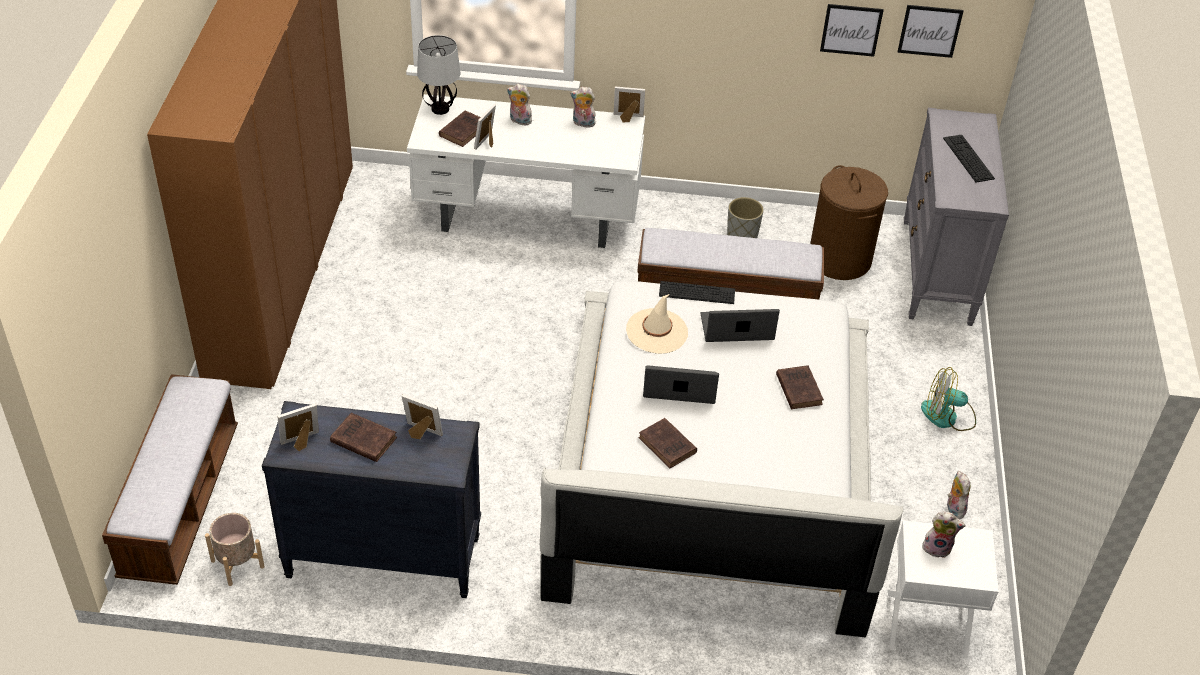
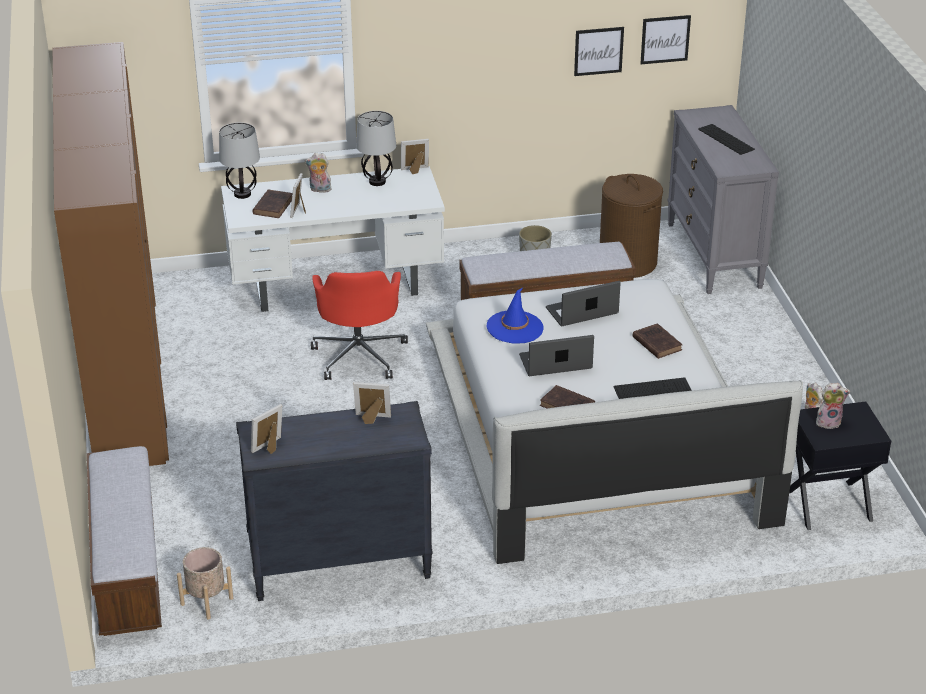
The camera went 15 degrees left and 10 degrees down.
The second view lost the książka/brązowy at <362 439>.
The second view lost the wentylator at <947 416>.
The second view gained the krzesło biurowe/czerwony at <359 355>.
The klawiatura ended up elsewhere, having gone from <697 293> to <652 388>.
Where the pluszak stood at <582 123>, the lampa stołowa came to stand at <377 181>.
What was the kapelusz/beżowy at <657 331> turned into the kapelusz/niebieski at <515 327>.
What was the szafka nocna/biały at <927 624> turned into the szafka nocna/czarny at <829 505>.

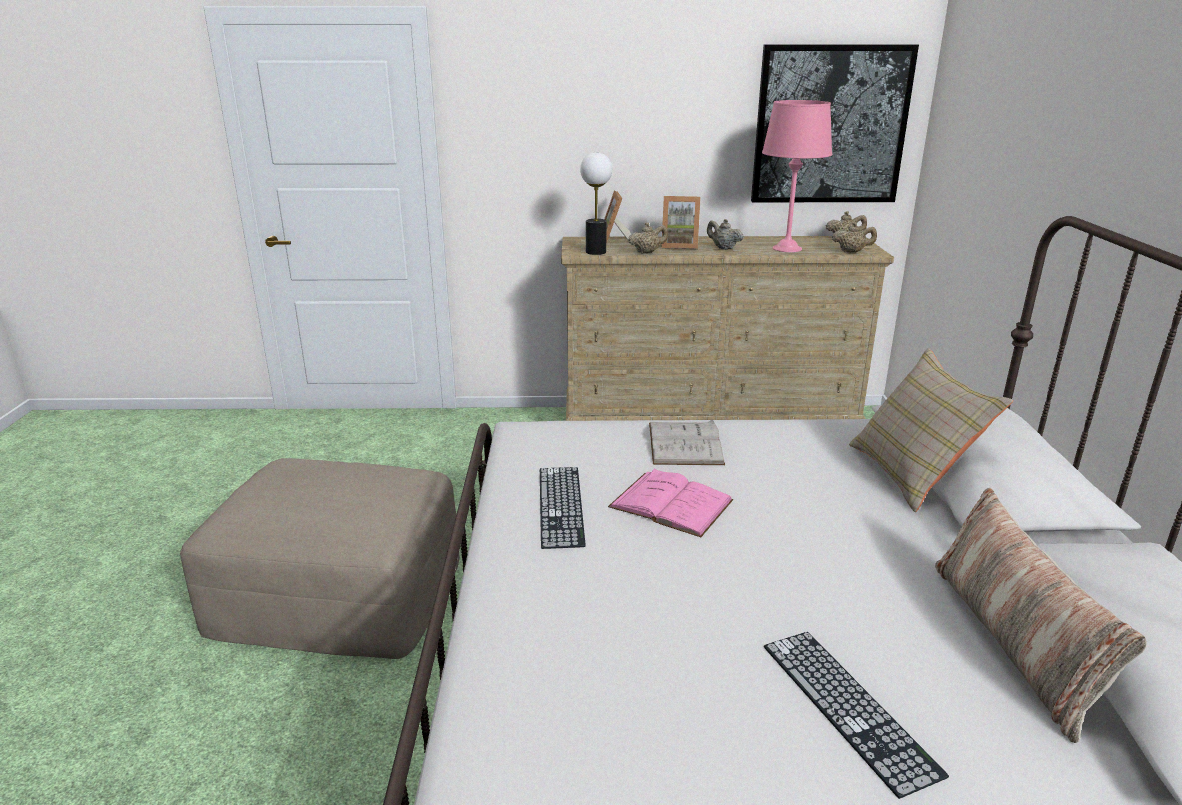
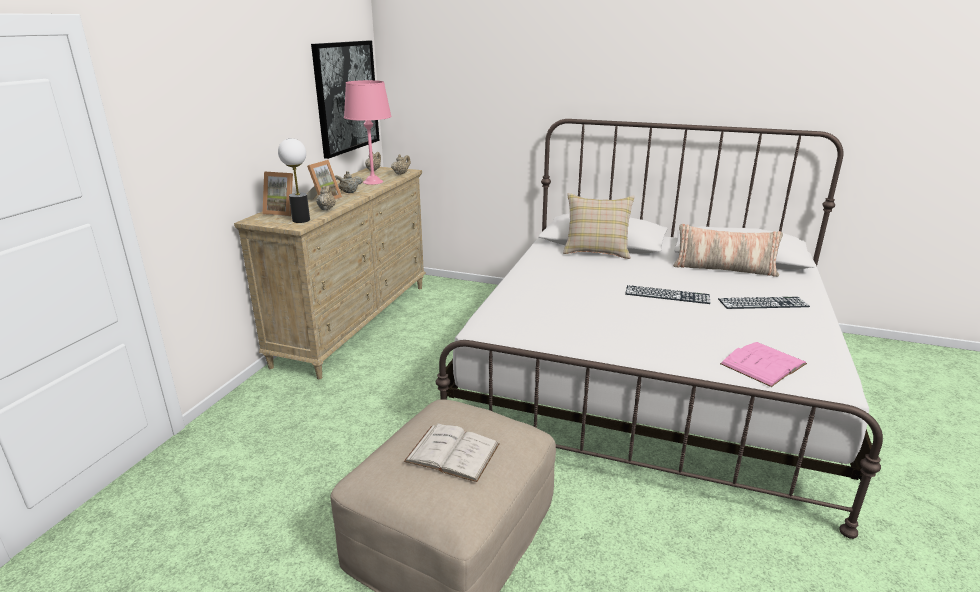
The camera went 70 degrees left and 0 degrees up.
The klawiatura ended up elsewhere, having gone from <560 505> to <667 295>.
The książka/różowy ended up elsewhere, having gone from <671 503> to <763 364>.
The książka/biały ended up elsewhere, having gone from <685 443> to <452 452>.

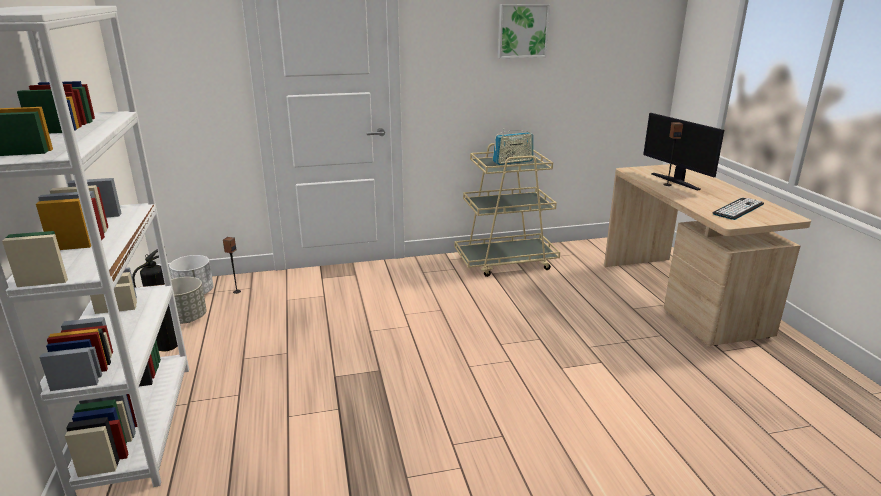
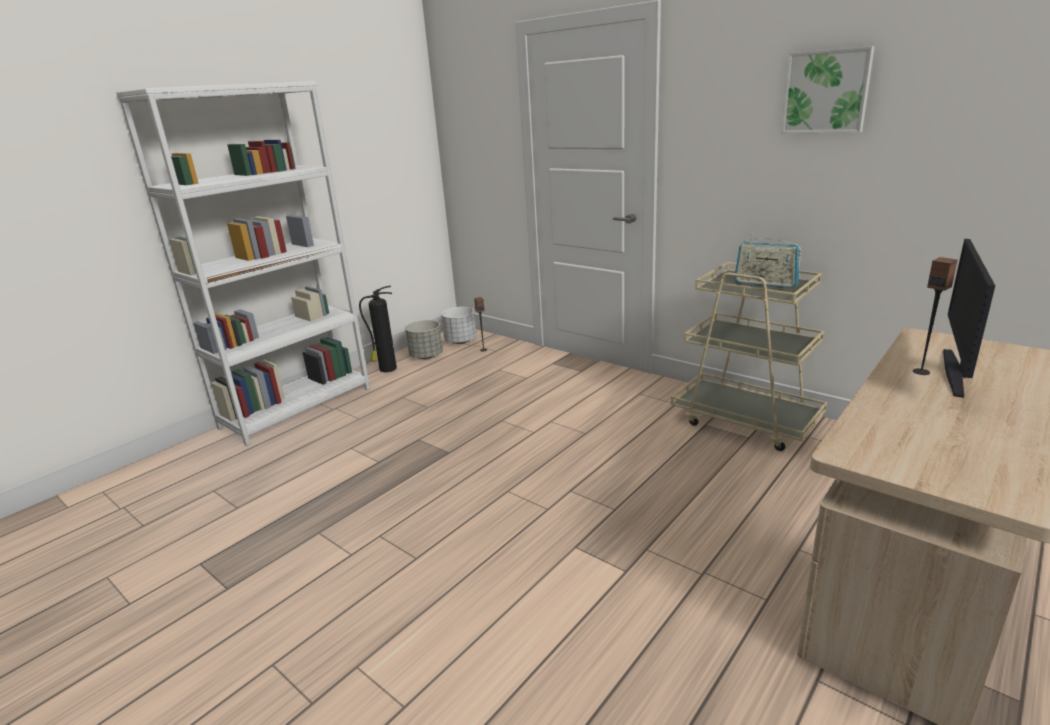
The camera went 55 degrees right and 0 degrees up.
The second view lost the klawiatura at <738 209>.

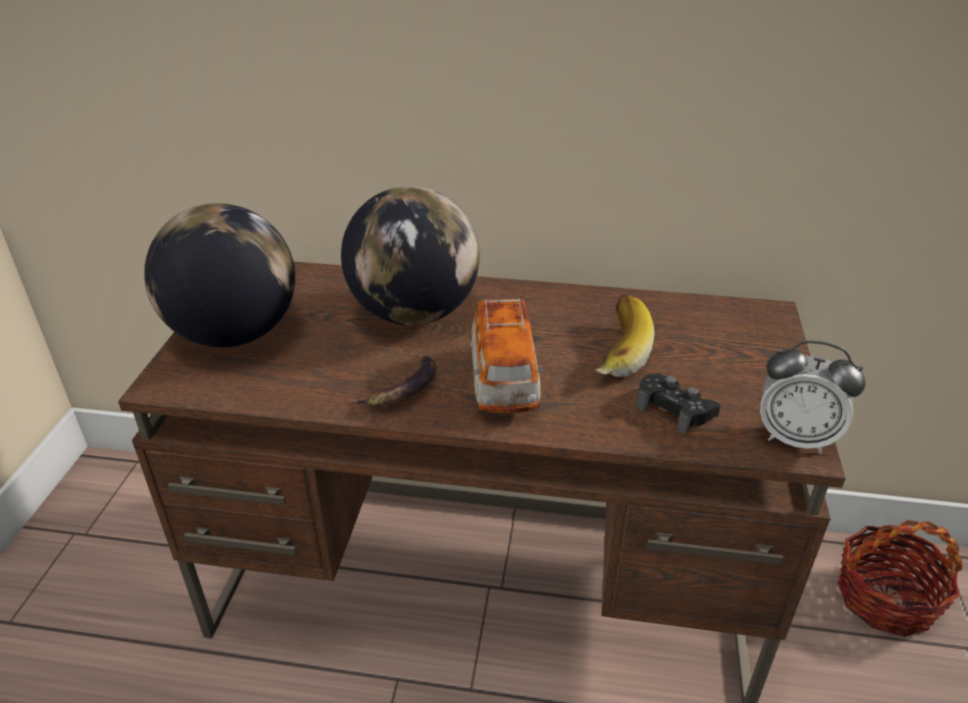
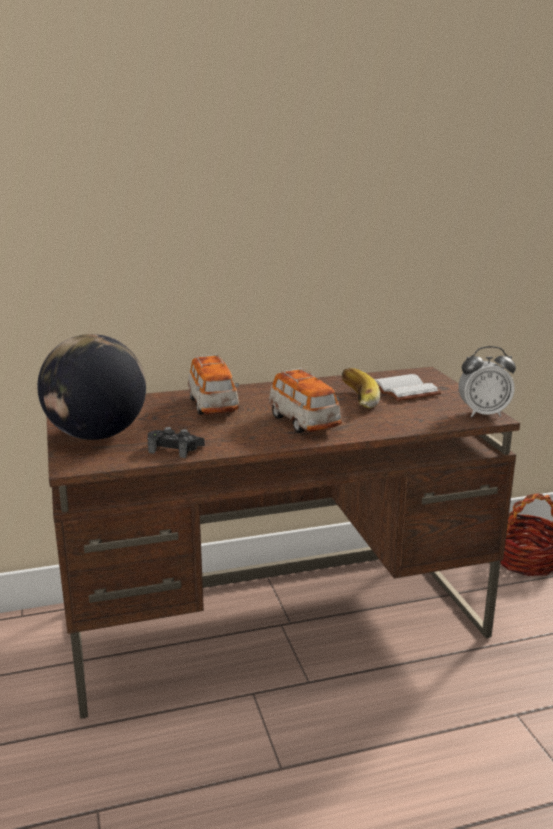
The camera went 25 degrees left and 15 degrees down.
The second view lost the banan at <403 390>.
The second view gained the książka/biały at <402 390>.
The pad do gier/czarny ended up elsewhere, having gone from <674 409> to <175 449>.
Where the globus stood at <414 313>, the samochodzik came to stand at <213 406>.

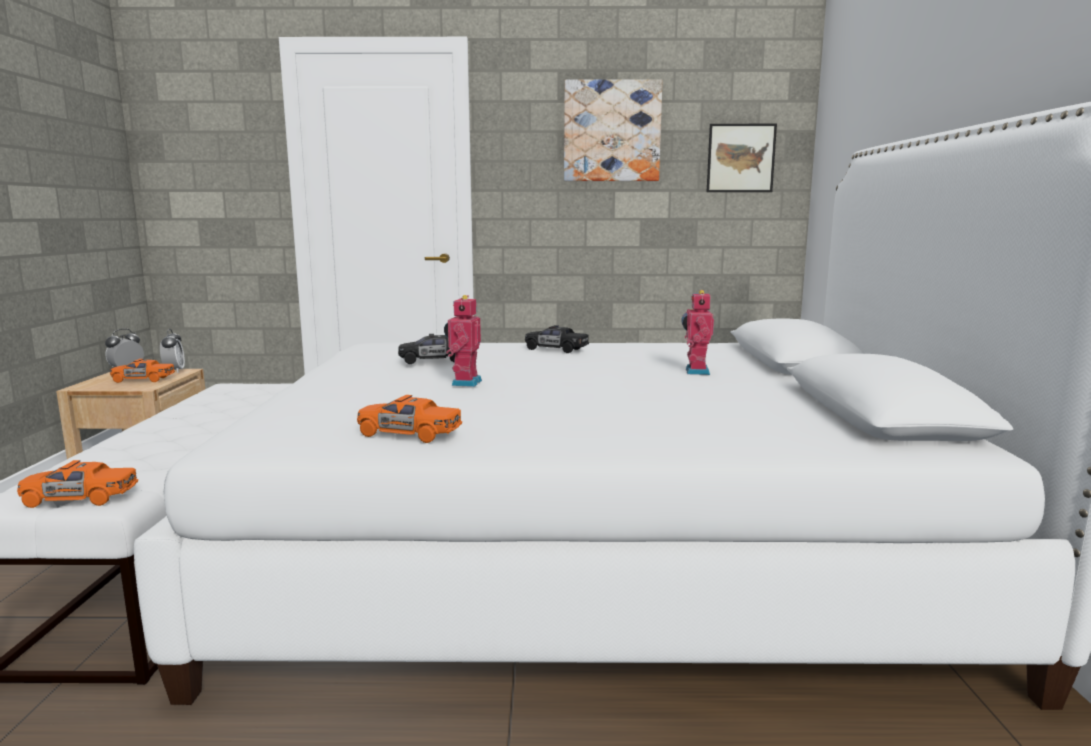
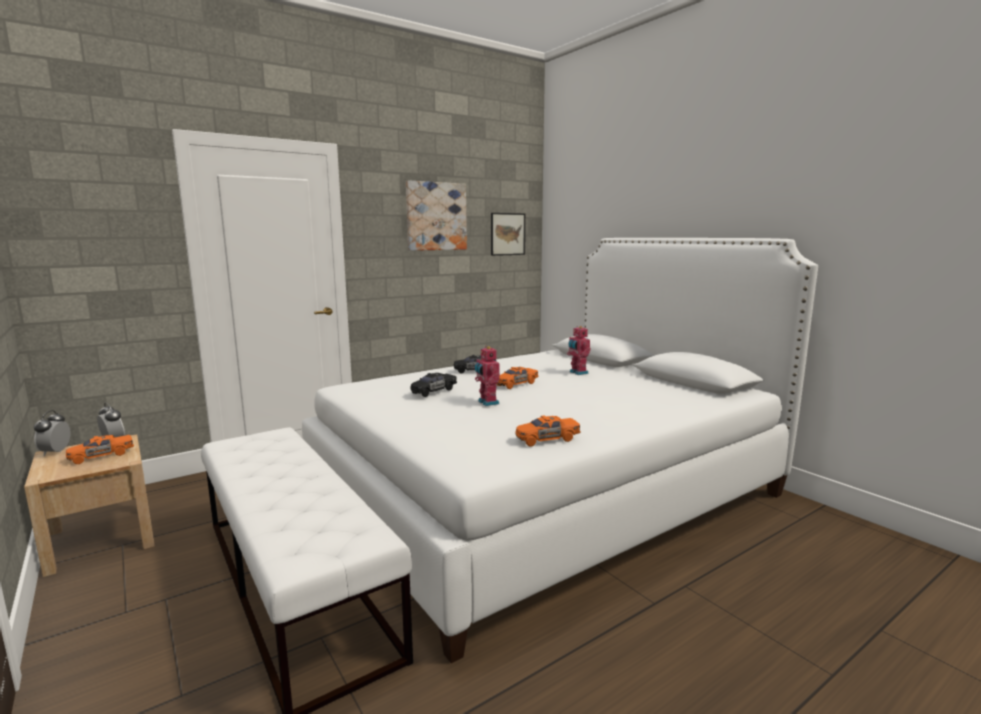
The camera went 35 degrees left and 0 degrees up.
The samochodzik/pomarańczowy ended up elsewhere, having gone from <79 499> to <516 384>.

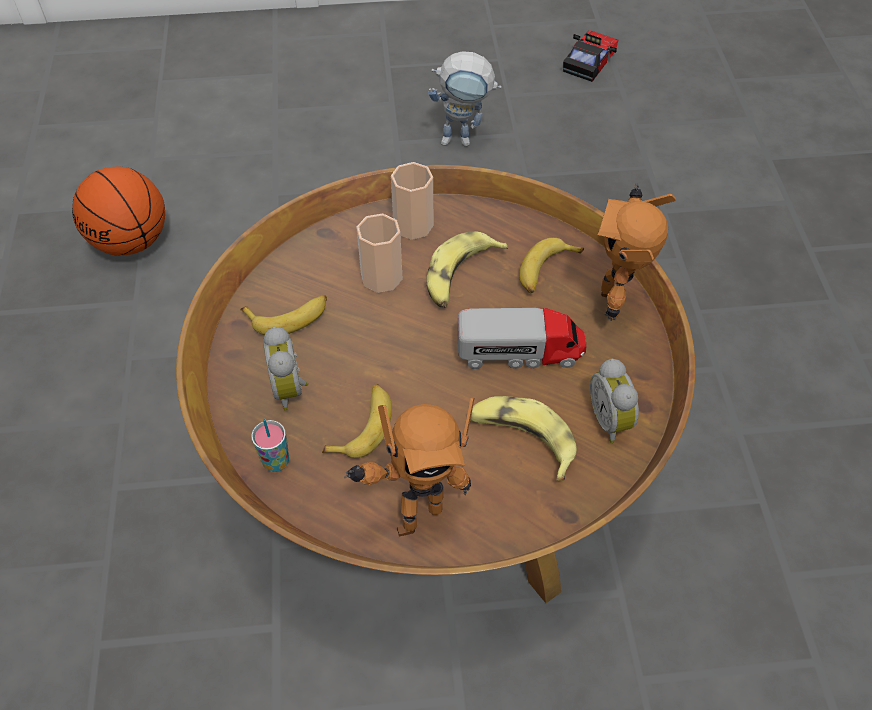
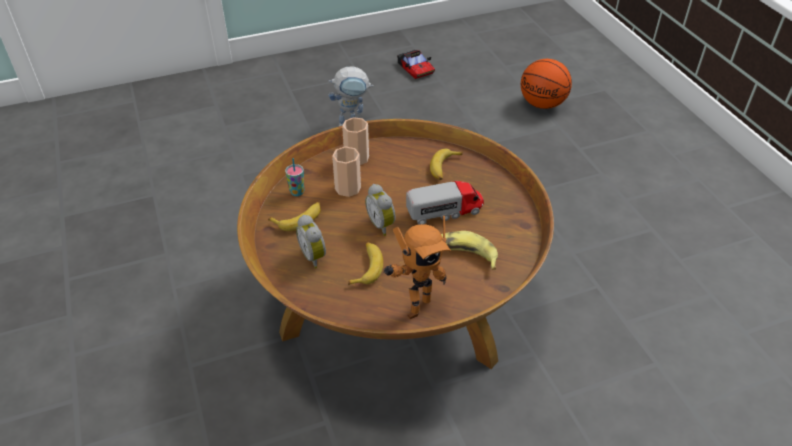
The camera went 15 degrees left and 10 degrees down.
The second view lost the banan at <460 276>.
The second view lost the robot zabawkowy at <615 302>.
The piłka do koszykówki ended up elsewhere, having gone from <132 241> to <543 104>.
The filiżanka ended up elsewhere, having gone from <276 462> to <297 192>.
The budzik ended up elsewhere, having gone from <611 420> to <382 224>.
The samochodzik at <589 61> ended up facing another way, 135 degrees clockwise from before.

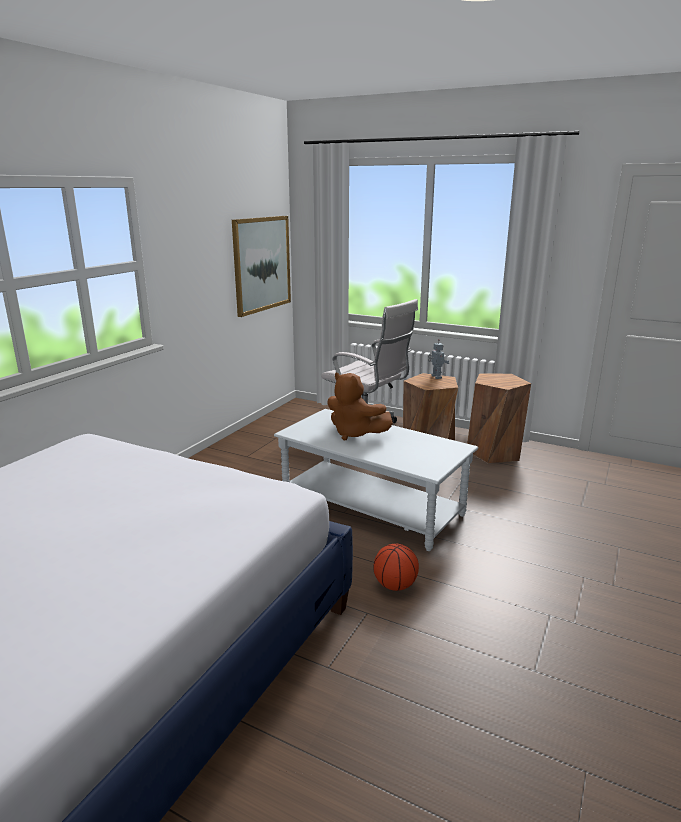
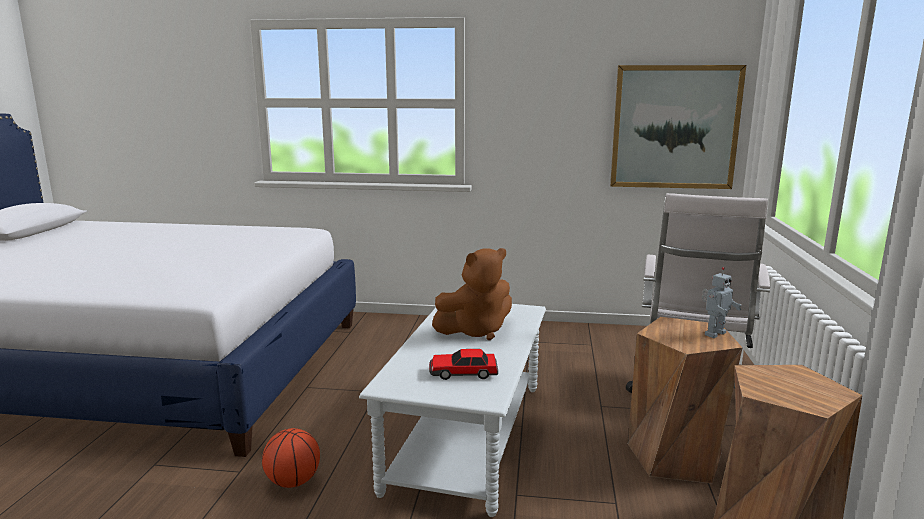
The camera went 70 degrees right and 5 degrees down.
The second view gained the samochodzik at <463 373>.
The pluszak/brązowy at <355 433> ended up facing another way, 135 degrees counterclockwise from before.

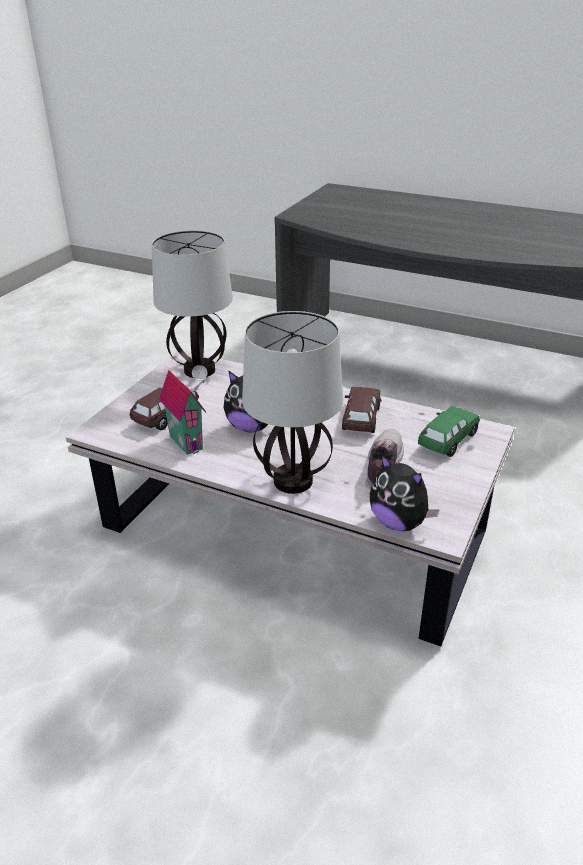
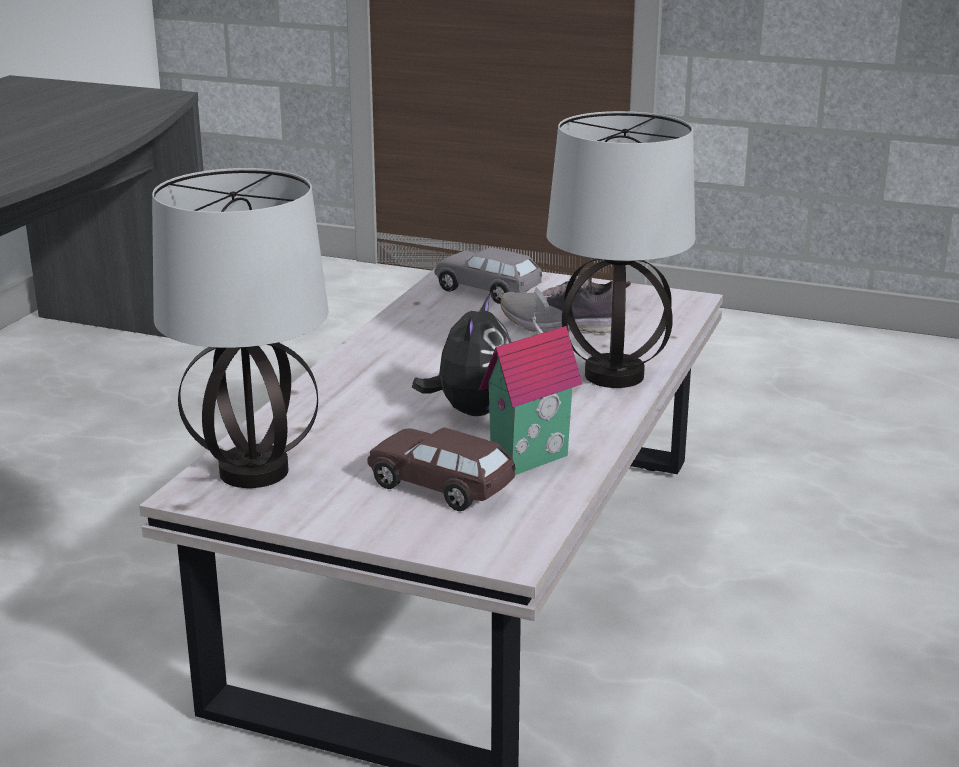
The camera went 95 degrees left and 10 degrees down.
The second view lost the samochodzik/brązowy at <361 419>.
The second view lost the pluszak at <399 522>.
What was the samochodzik/zielony at <447 440> turned into the samochodzik/szary at <487 291>.

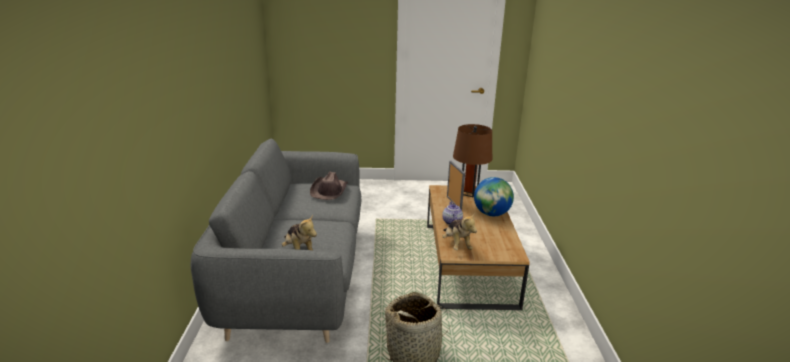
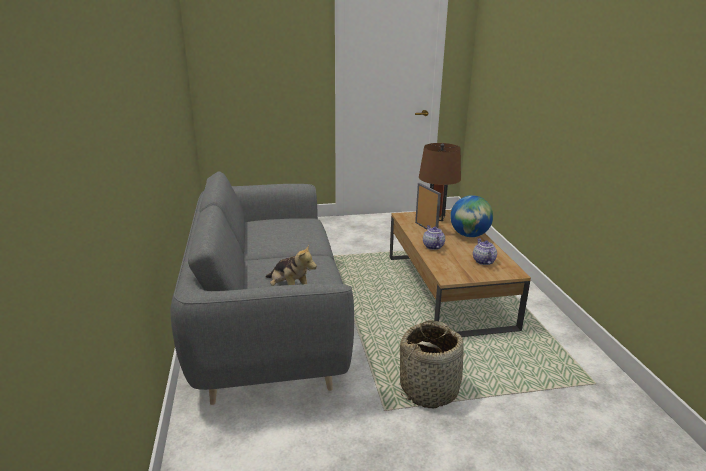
The camera went 10 degrees left and 0 degrees up.
The second view lost the kapelusz/brązowy at <329 190>.
The second view lost the pluszak at <456 245>.
The second view gained the imbryk at <483 261>.

